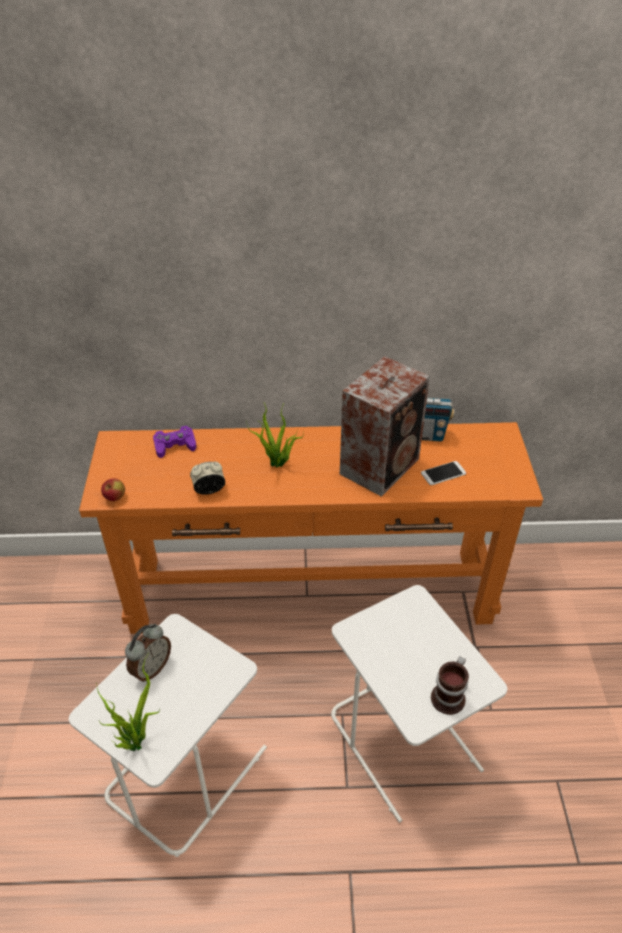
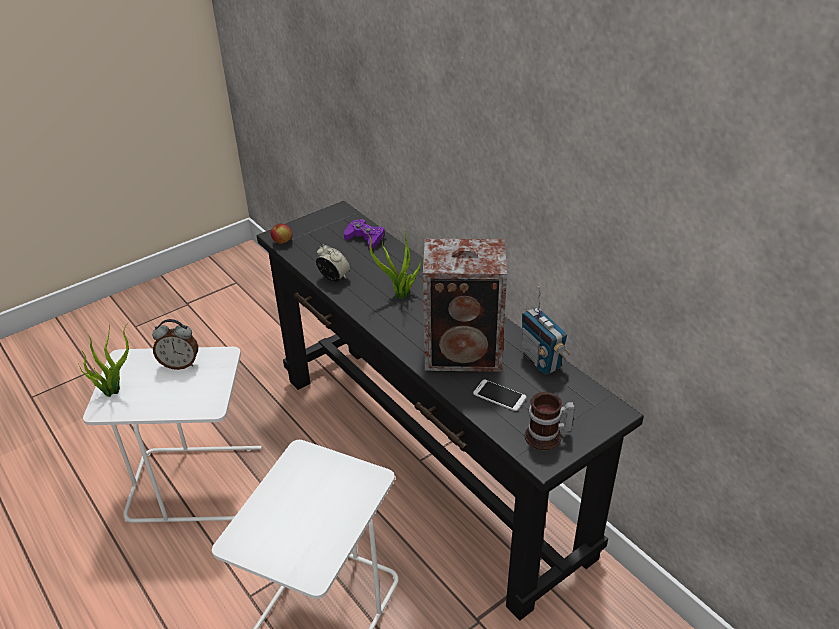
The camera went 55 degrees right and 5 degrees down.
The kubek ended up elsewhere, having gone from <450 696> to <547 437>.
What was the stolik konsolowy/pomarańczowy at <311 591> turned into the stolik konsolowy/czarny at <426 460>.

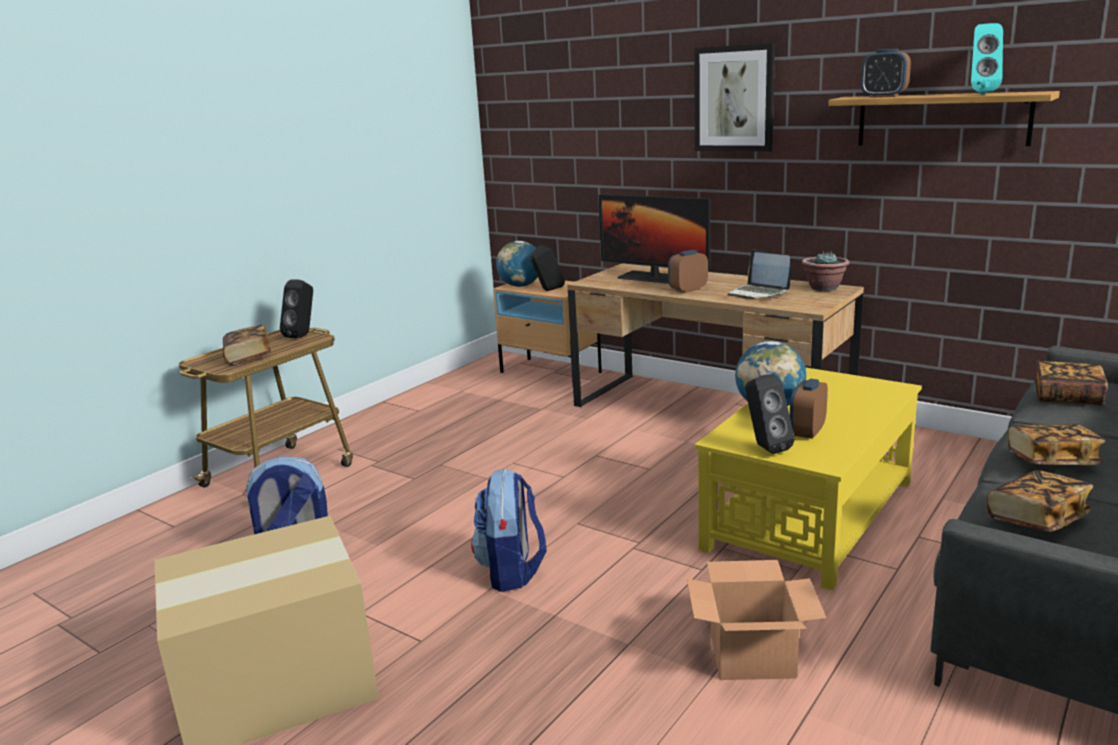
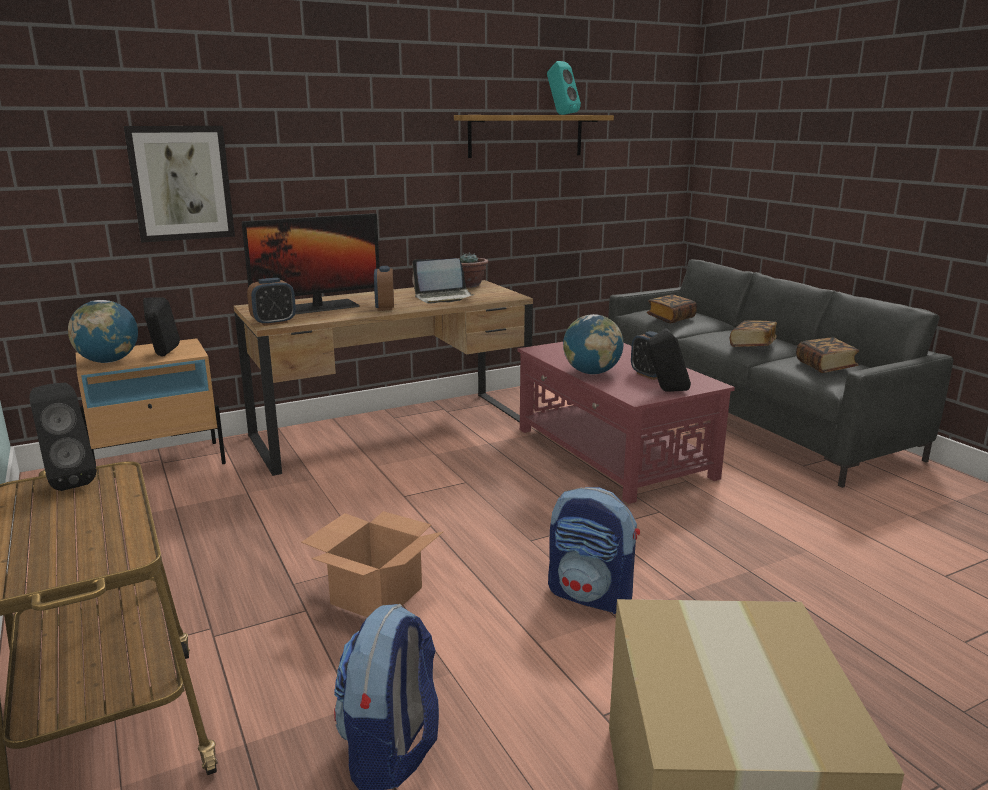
The camera went 65 degrees left and 0 degrees up.
The second view lost the książka at <248 357>.
The karton ended up elsewhere, having gone from <750 656> to <376 596>.
The obraz ended up elsewhere, having gone from <734 99> to <181 183>.
The budzik ended up elsewhere, having gone from <883 96> to <273 322>.
What was the ława/żółty at <809 515> turned into the ława/czerwony at <613 453>.

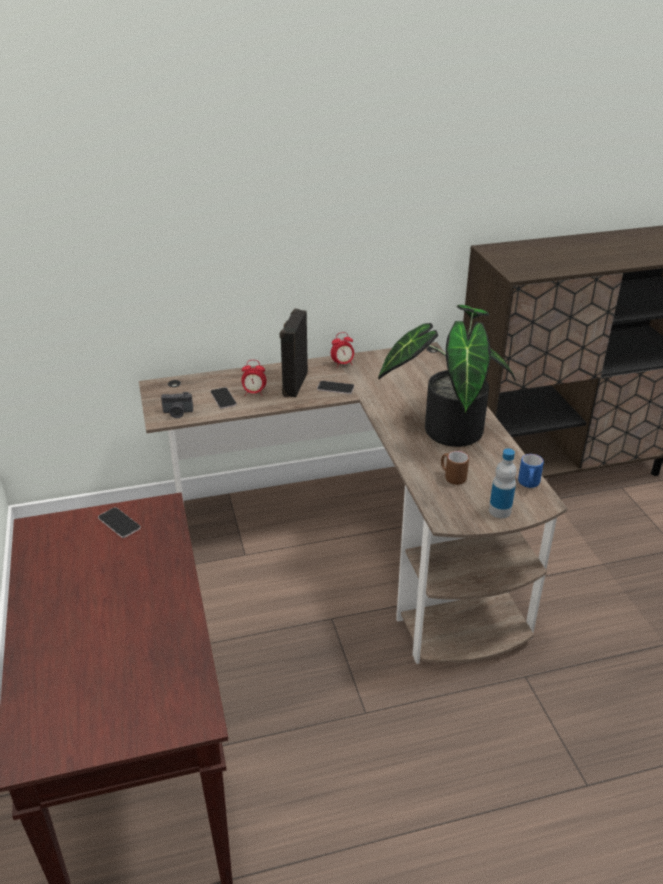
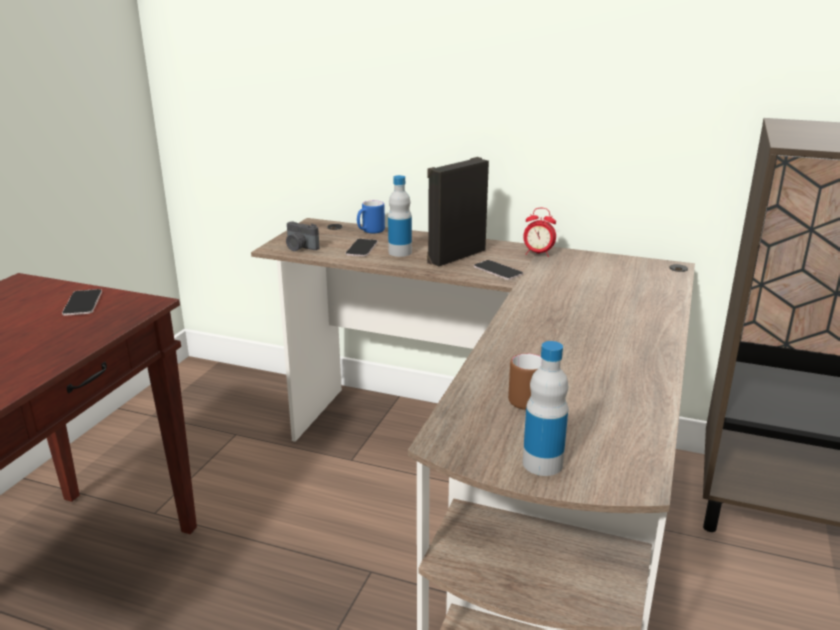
The camera went 35 degrees right and 10 degrees down.
The second view lost the roślina doniczkowa at <447 428>.
The kubek/niebieski ended up elsewhere, having gone from <528 485> to <370 231>.
Where the budzik stood at <254 393>, the butelka came to stand at <400 252>.

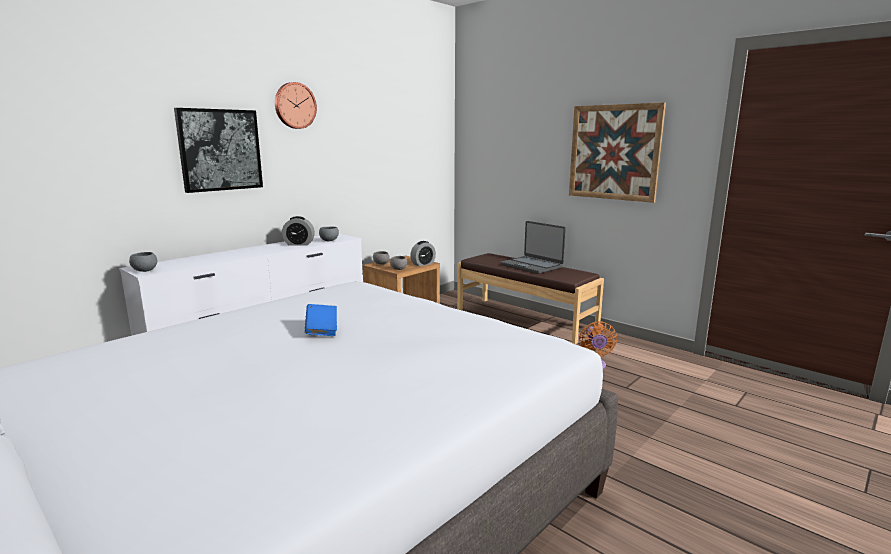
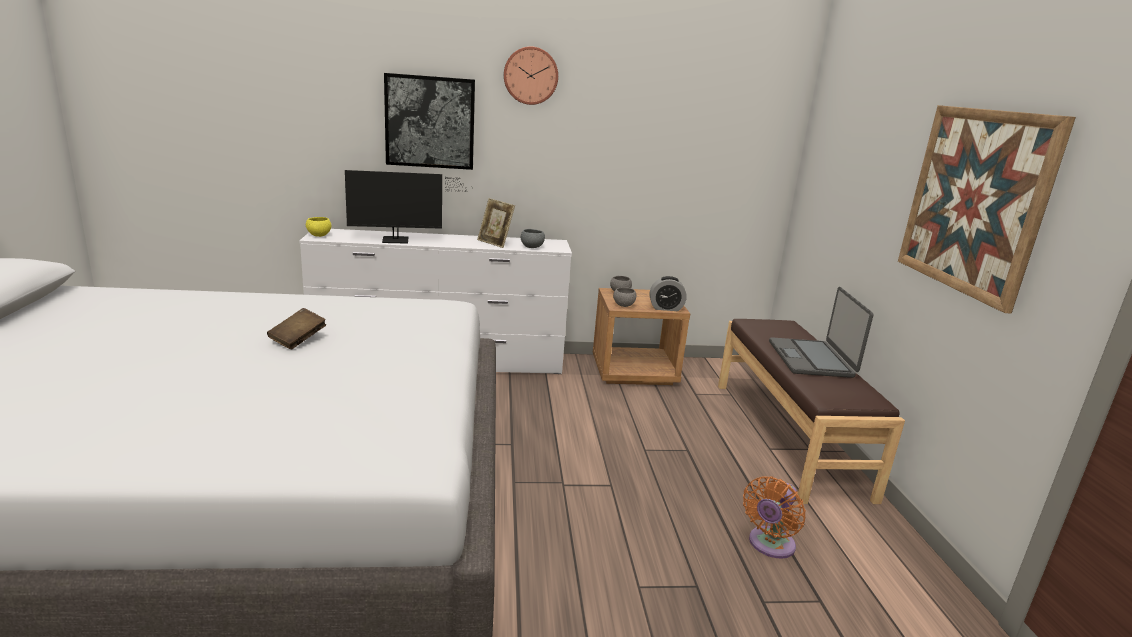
The camera went 40 degrees right and 5 degrees up.
The second view gained the monitor at <400 240>.
Where the budzik stood at <299 244>, the ramka na zdjęcie came to stand at <495 243>.
What was the miska/szary at <145 270> turned into the miska/żółty at <319 235>.
What was the książka/niebieski at <322 330> turned into the książka/brązowy at <298 340>.

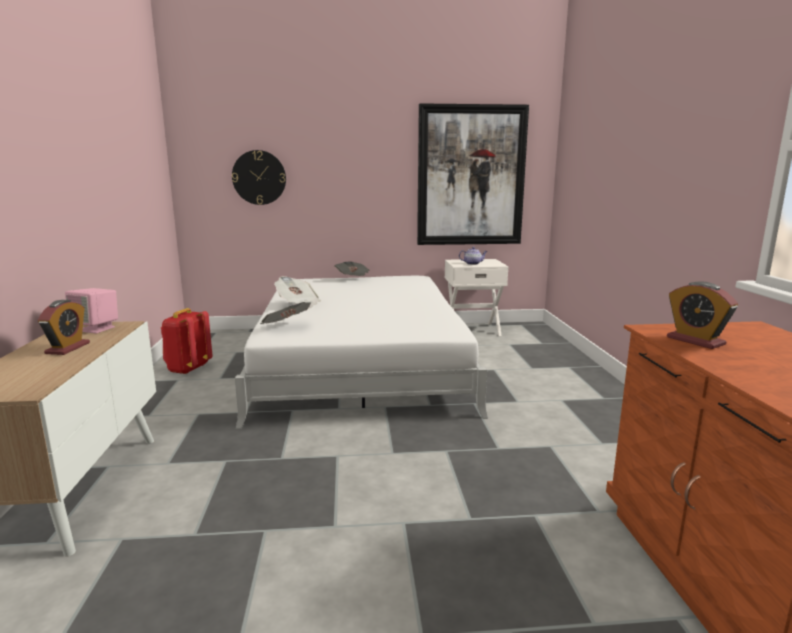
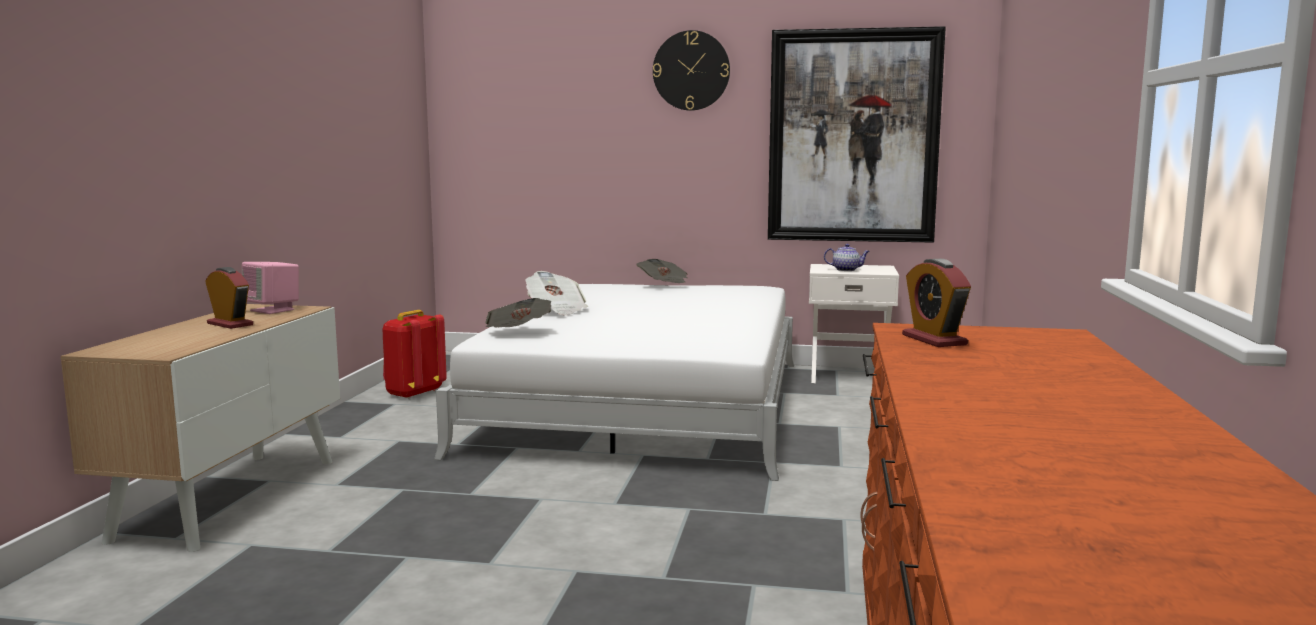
The camera went 15 degrees right and 5 degrees down.
The zegar ścienny ended up elsewhere, having gone from <259 177> to <691 70>.
The budzik at <68 348> ended up facing another way, 75 degrees counterclockwise from before.

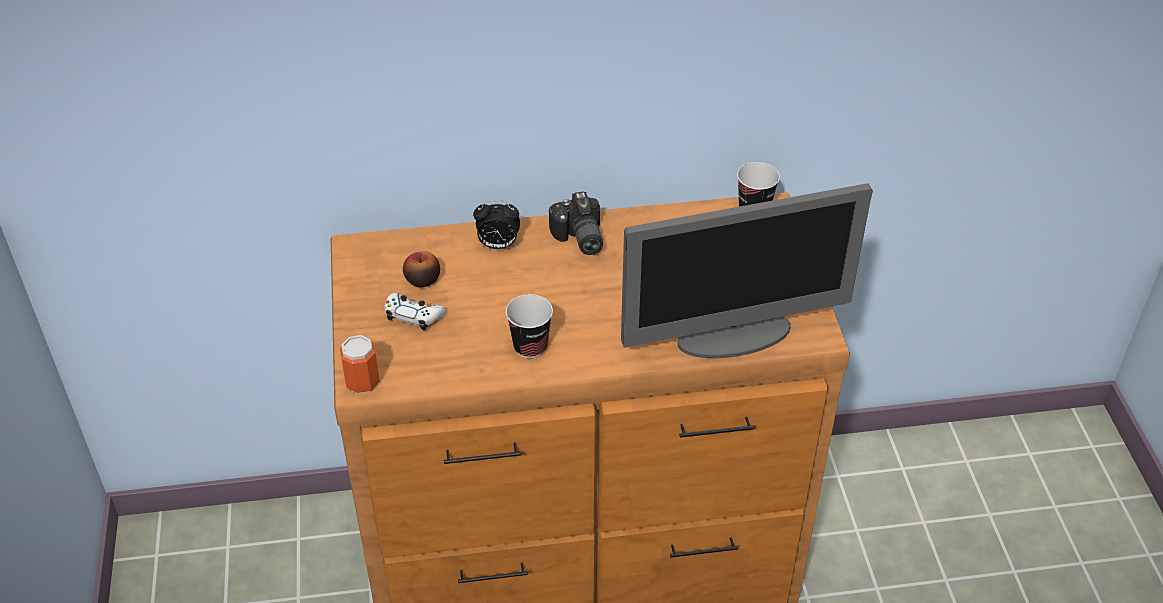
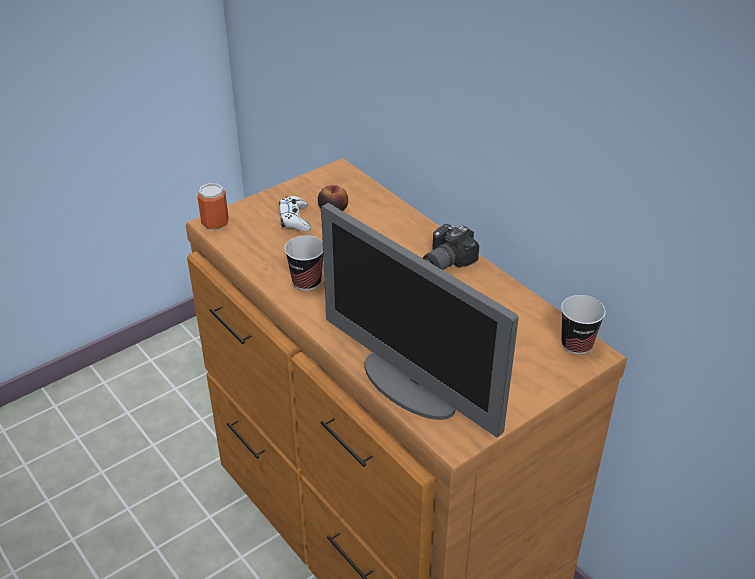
The camera went 60 degrees right and 5 degrees down.
The second view lost the budzik at <498 245>.

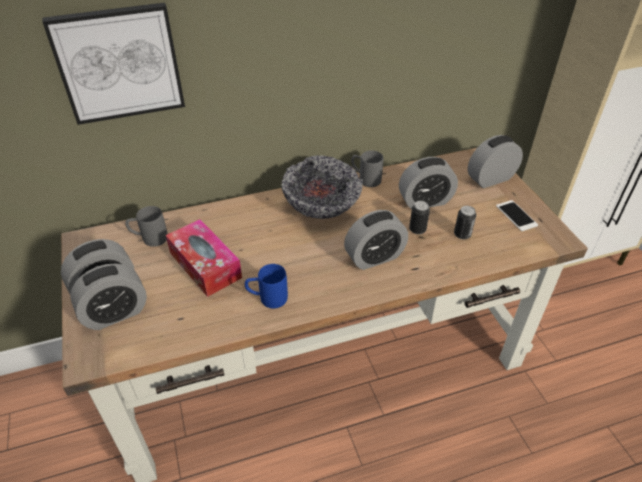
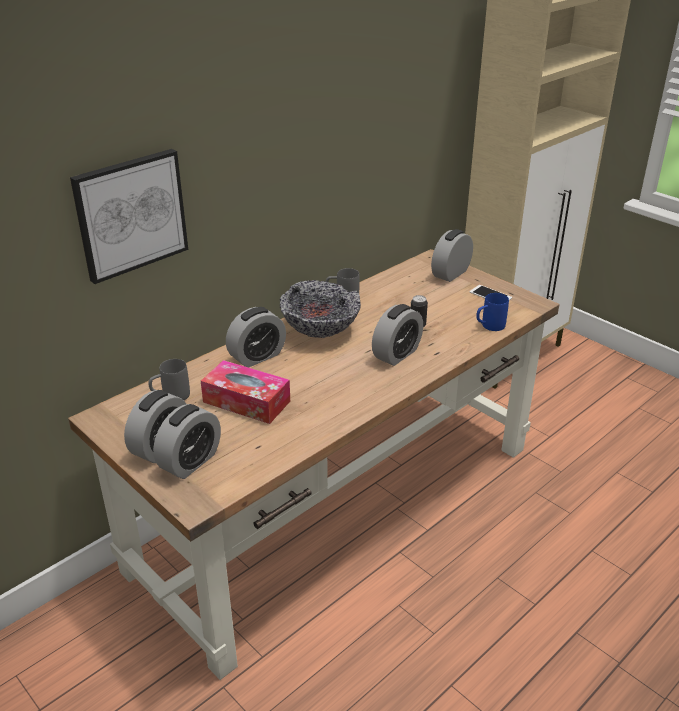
The camera went 25 degrees left and 10 degrees down.
The second view lost the puszka at <462 234>.
The kubek/niebieski ended up elsewhere, having gone from <267 298> to <489 326>.
The budzik ended up elsewhere, having gone from <425 201> to <257 357>.

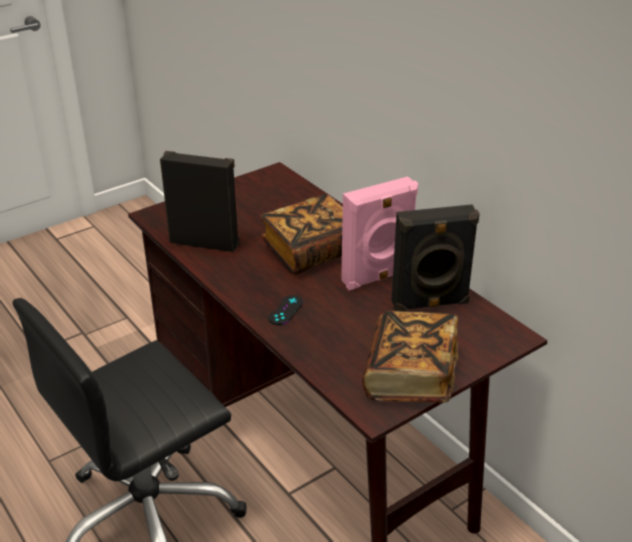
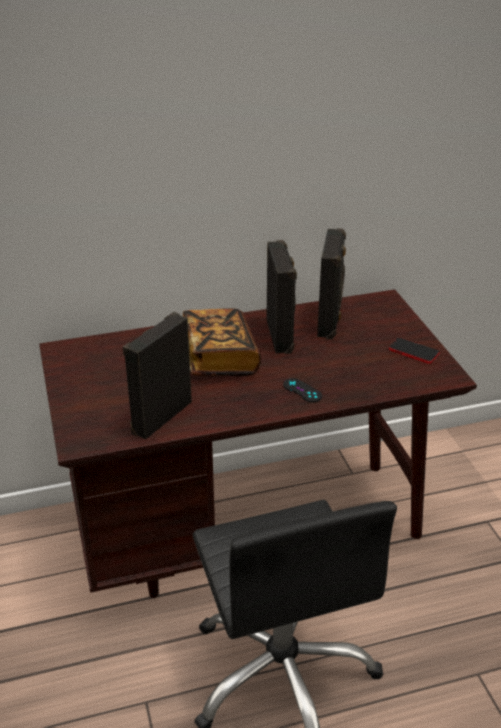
The camera went 70 degrees left and 0 degrees up.
Where the książka stood at <410 376>, the telefon came to stand at <413 351>.
What was the głośnik/różowy at <378 277> turned into the głośnik/czarny at <281 335>.

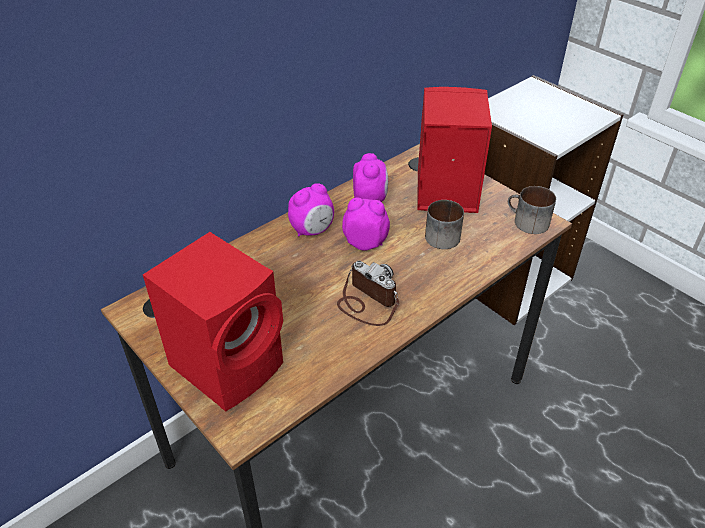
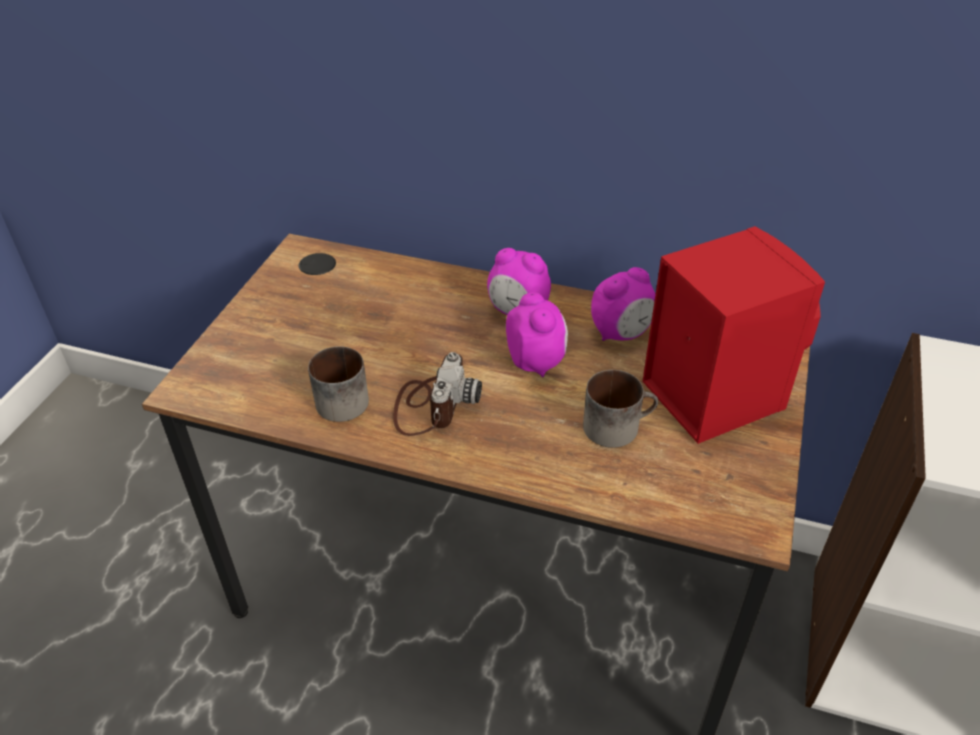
The camera went 60 degrees right and 0 degrees up.
The second view lost the głośnik/czerwony at <230 363>.
The kubek ended up elsewhere, having gone from <526 222> to <341 397>.

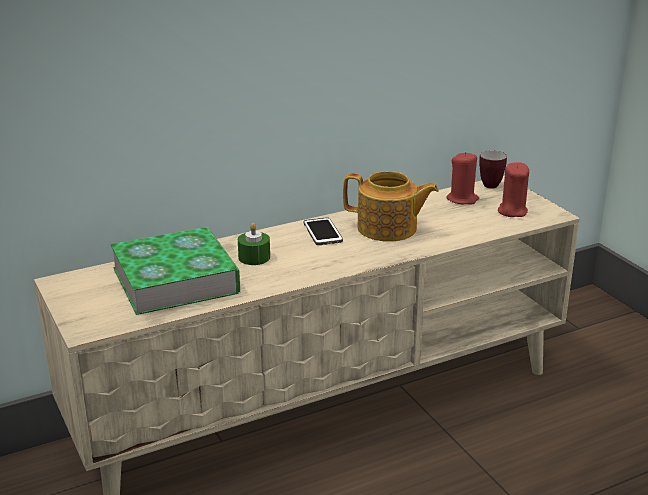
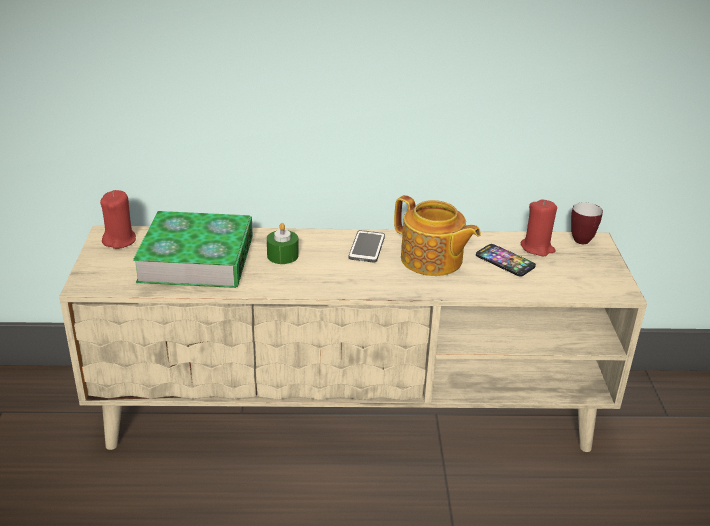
The camera went 25 degrees right and 5 degrees up.
The second view gained the telefon at <505 261>.
The świeca/czerwony ended up elsewhere, having gone from <512 211> to <120 240>.

